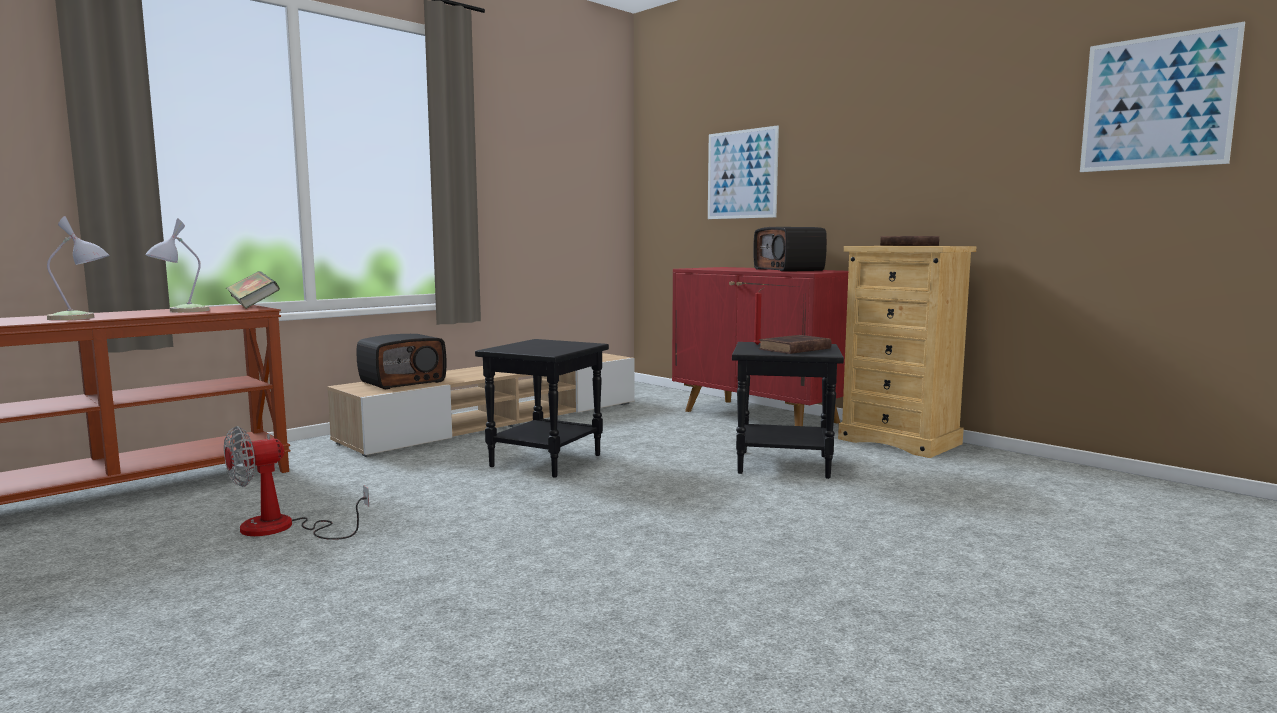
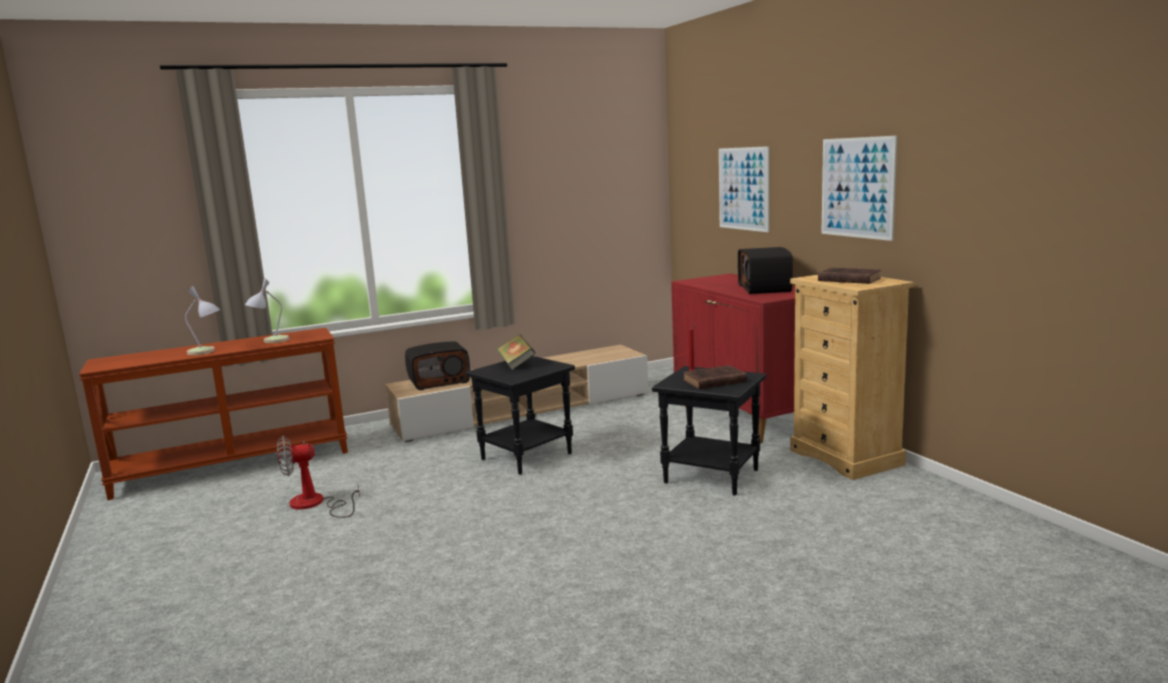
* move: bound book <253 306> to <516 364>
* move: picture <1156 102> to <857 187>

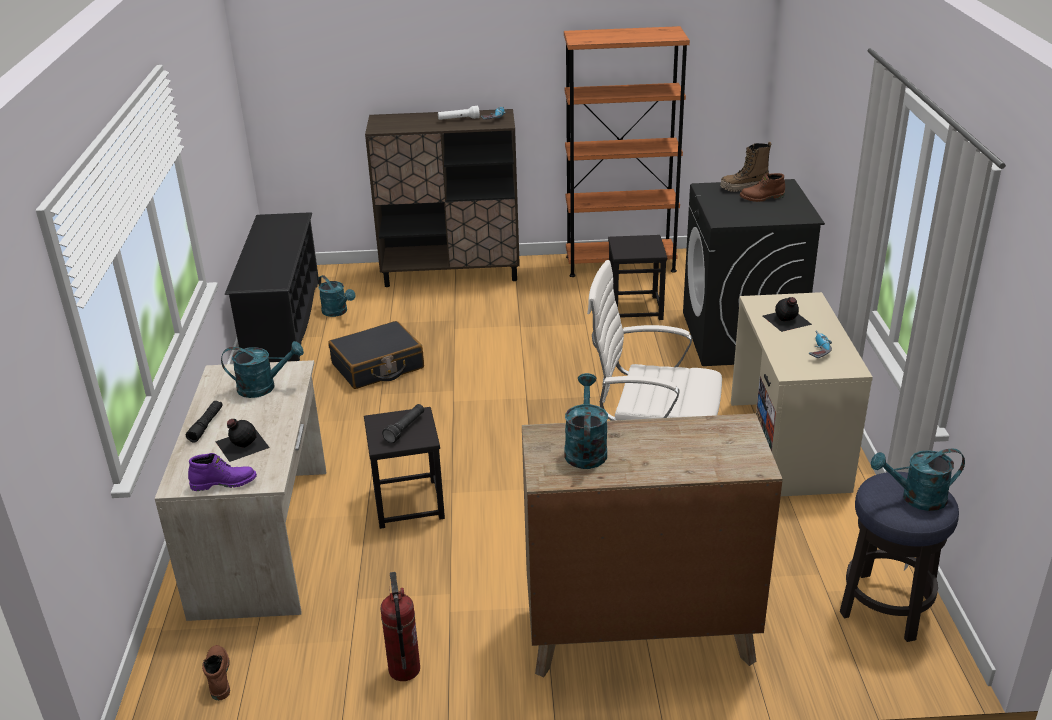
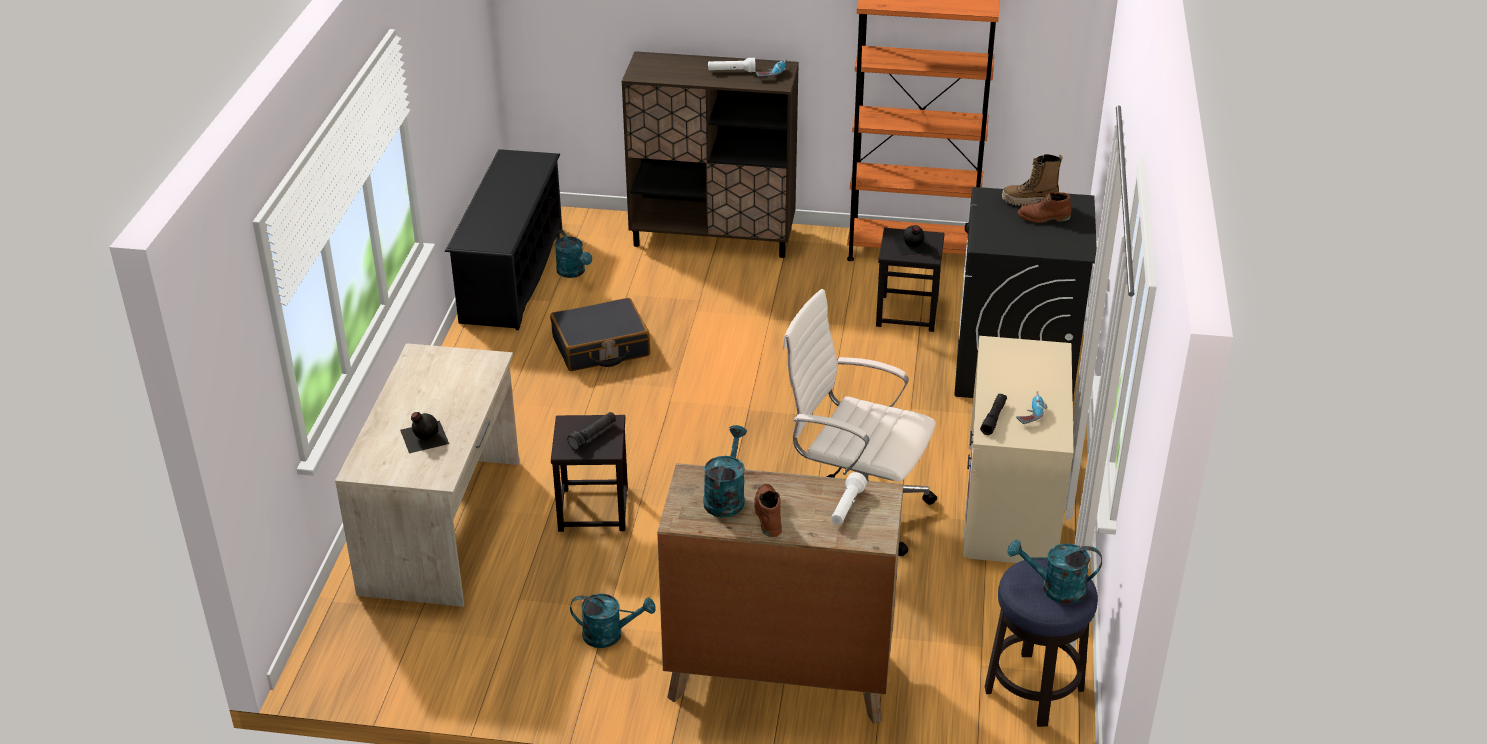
* move: blue-green watering can <263 387> to <610 635>
* move: brown high-top boot <217 676> to <767 515>
* insert: white-coloured hand torch <847 507>
* move: black-coloured drink bottle <786 320> to <913 246>
* move: black-coloured hand torch <206 425> to <993 418>
* delete: purplish high-top boot <224 482>
* delete: extinguisher <403 669>

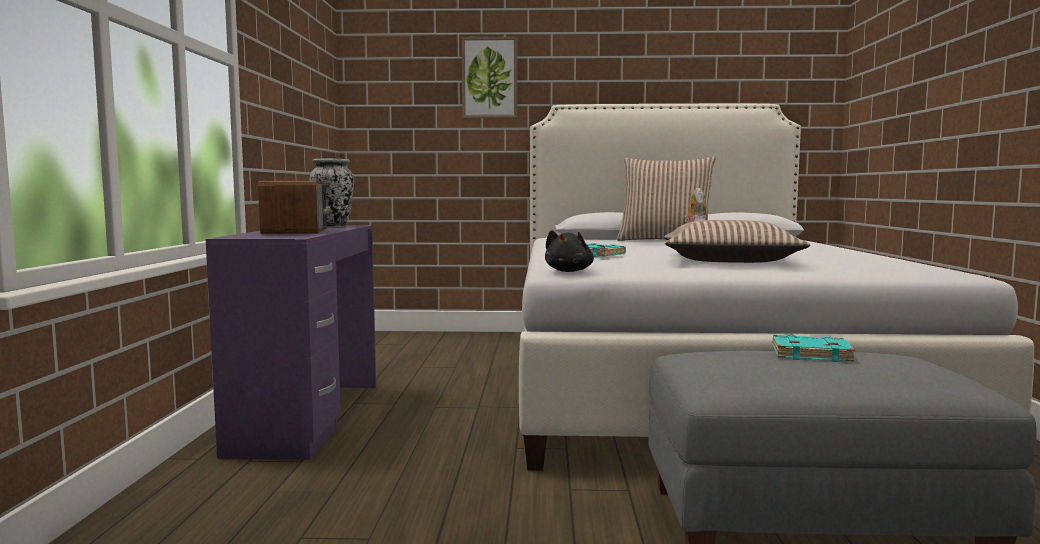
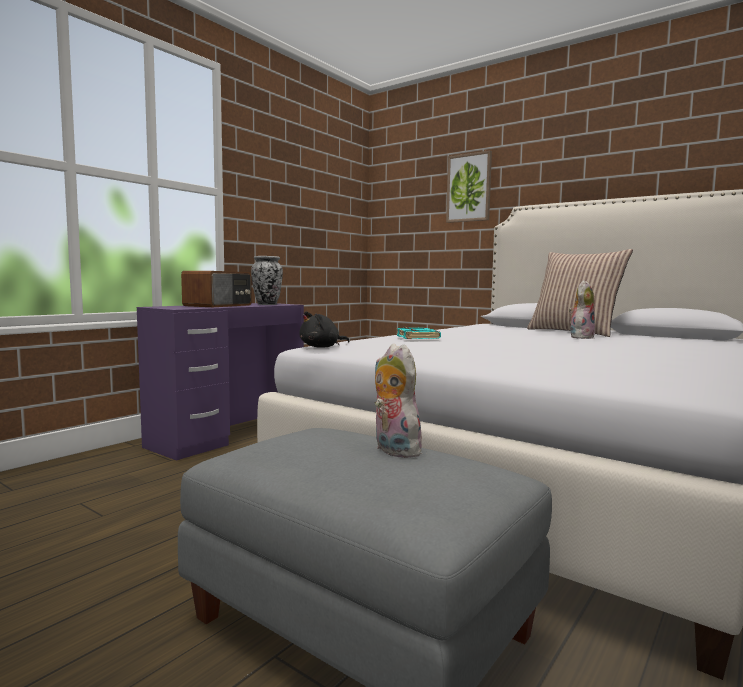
* replace: blue-green bound book <811 354> to soft toy <393 450>
* delete: cushion <728 261>

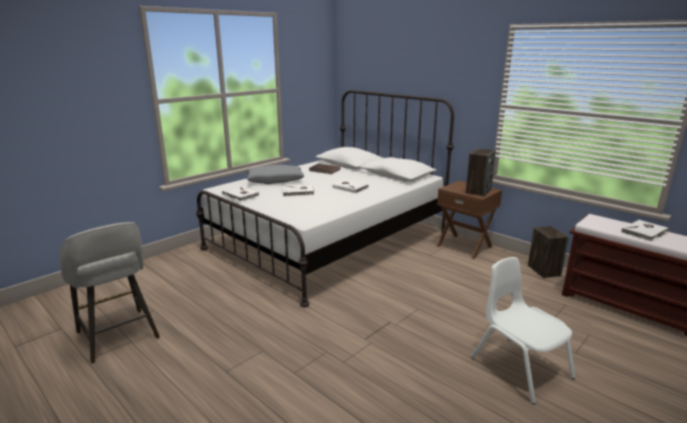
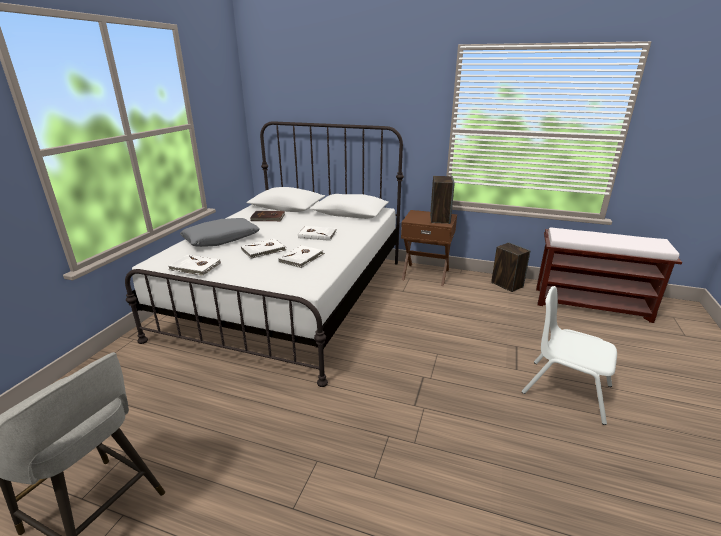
* move: white-coloured bound book <645 232> to <302 258>

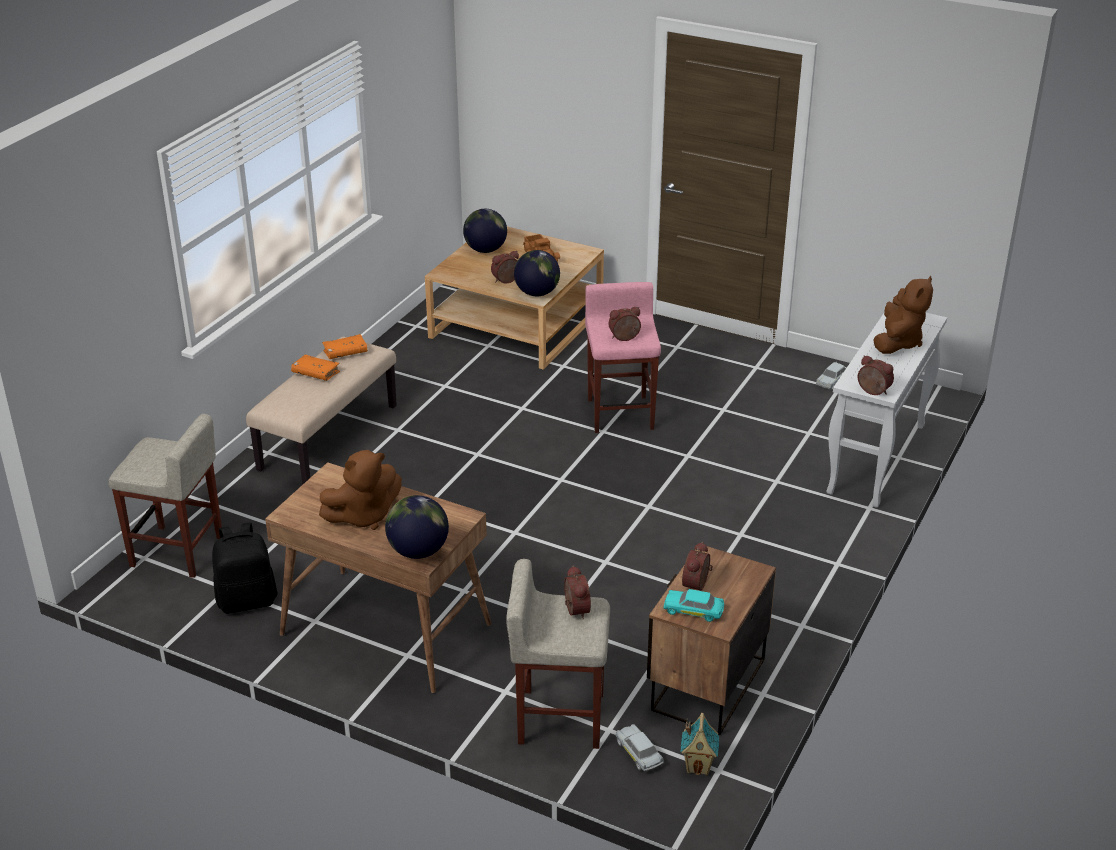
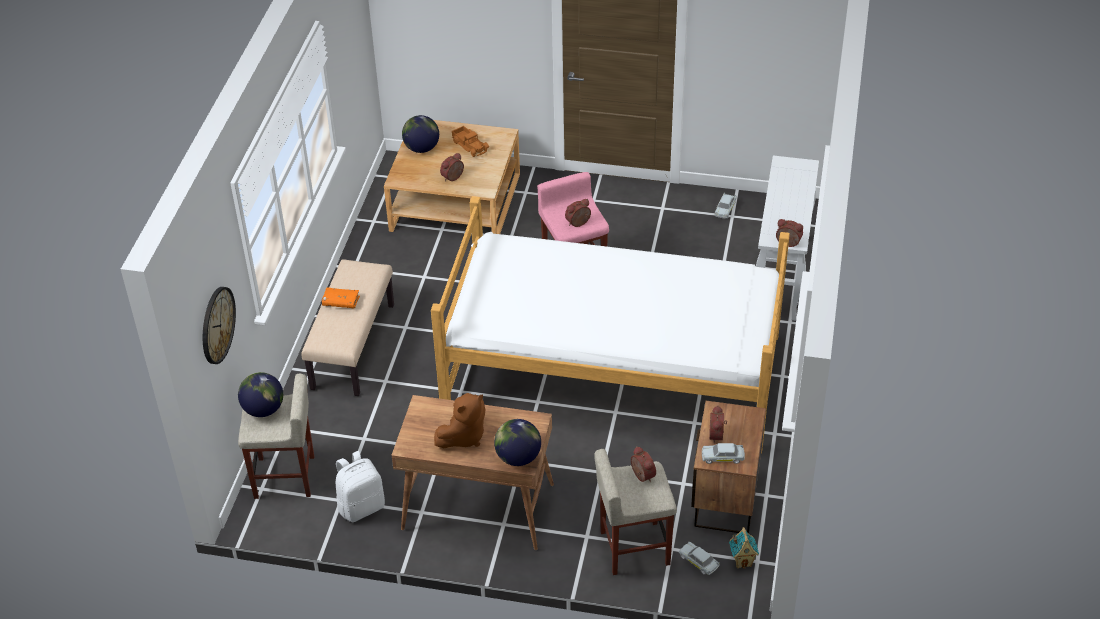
* insert: clock on the wall <217 325>
* move: globe <537 293> to <263 409>
* recolor: black-coloured backpack <247 600> to white-coloured backpack <361 506>
* insert: sleeping bed <613 372>
* recolor: blue-green toy car <693 611> to white-coloured toy car <723 457>
* delete: orange-coloured bound book <345 352>
* delete: brown soft toy <898 342>

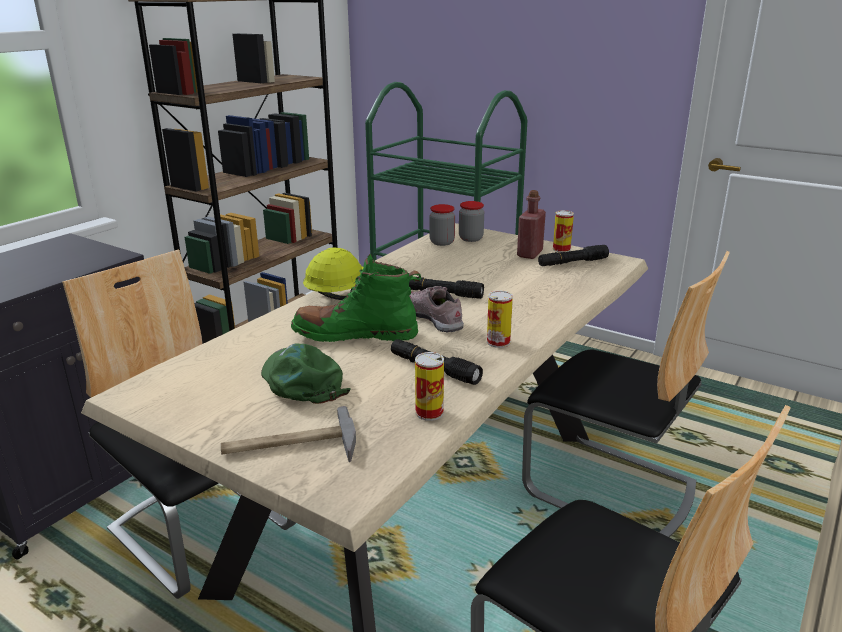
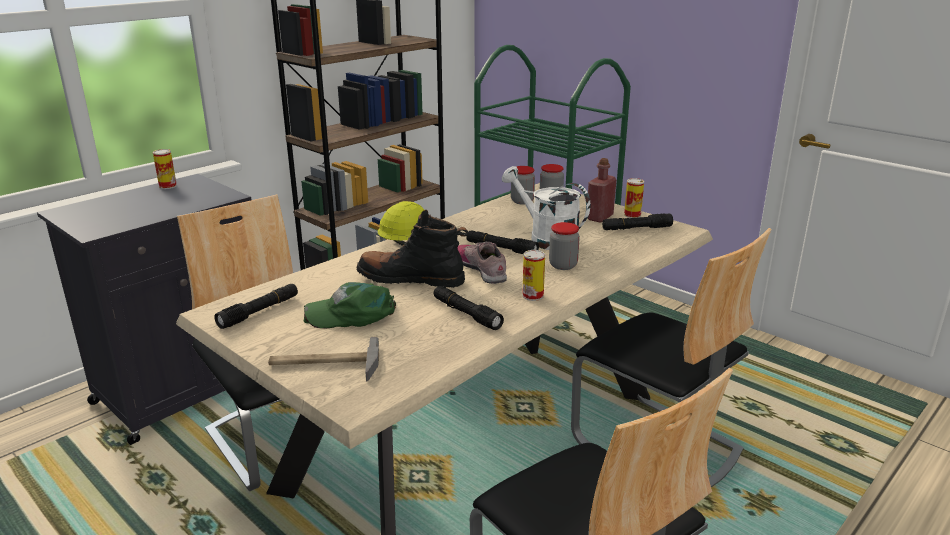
* move: can <429 412> to <168 186>
* insert: black-coloured hand torch <259 312>
* rotate: greenish peaked cap <302 381> = <352 314> 75 degrees counterclockwise
* recolor: greenish high-top boot <355 335> to black-coloured high-top boot <411 279>
* insert: white-coloured watering can <546 238>
* insert: jar <563 265>

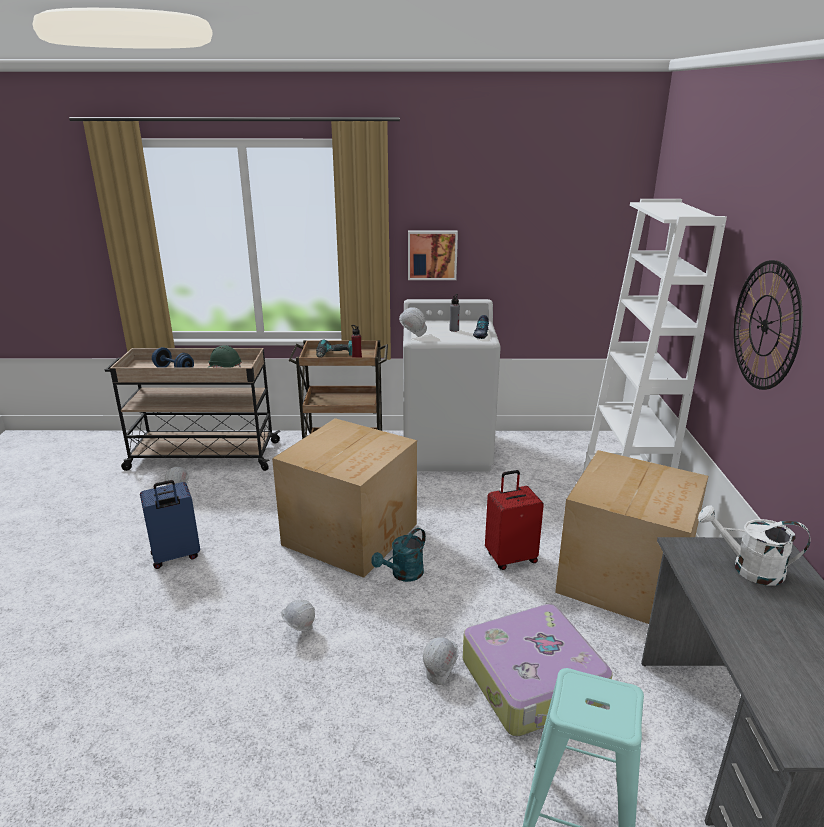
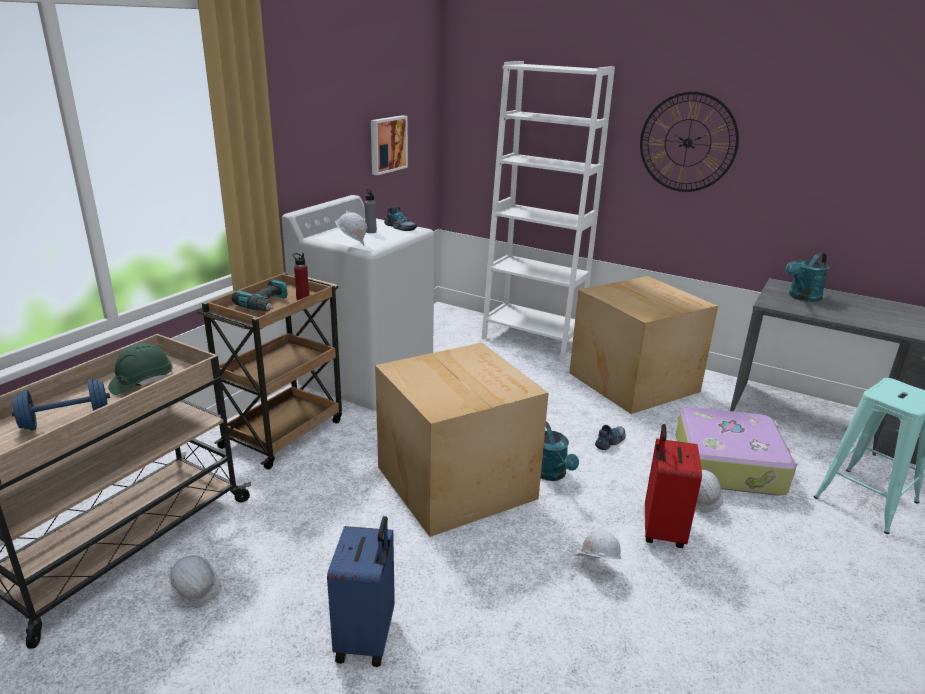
* move: picture <432 255> to <387 144>
* insert: item of footwear <610 441>
* move: red-coloured suitcase <510 557> to <661 530>
* recolor: white-coloured watering can <748 569> to blue-green watering can <802 297>

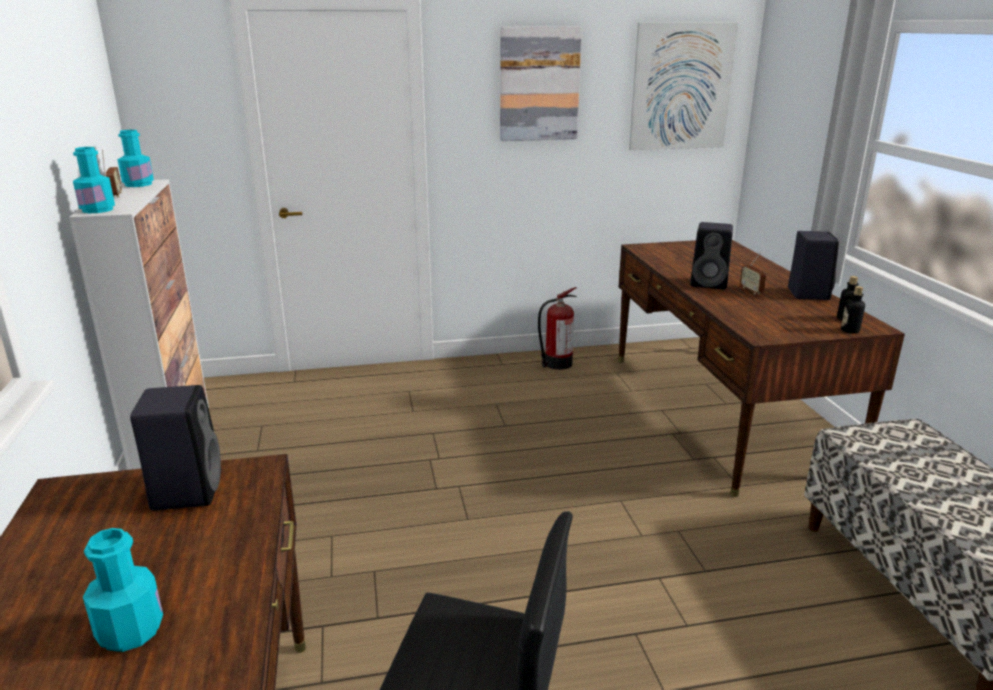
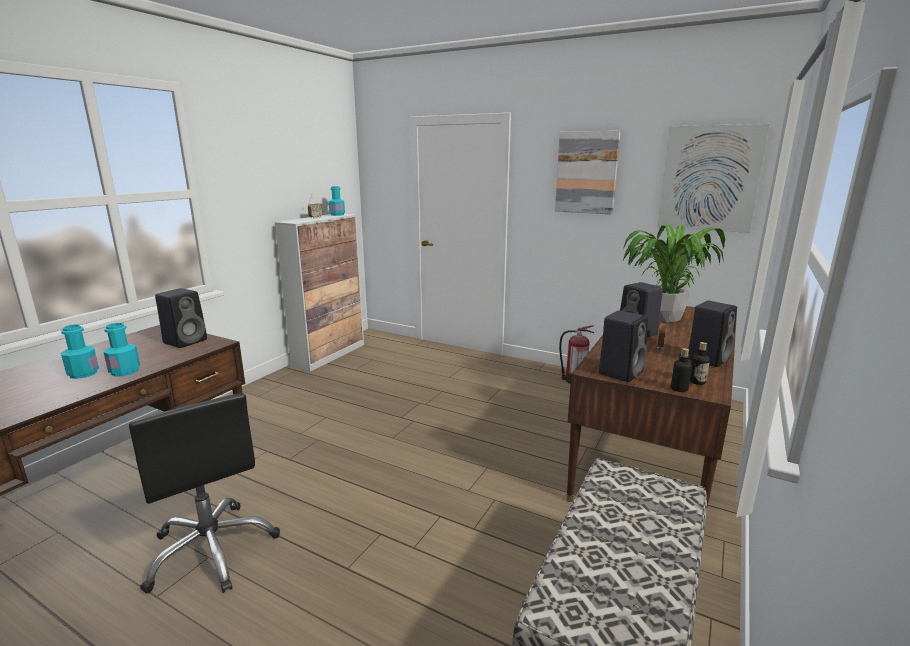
* move: blue-green drink bottle <98 210> to <125 371>
* insert: black-coloured loudspeaker <621 372>
* insert: plant in a pot <662 316>

